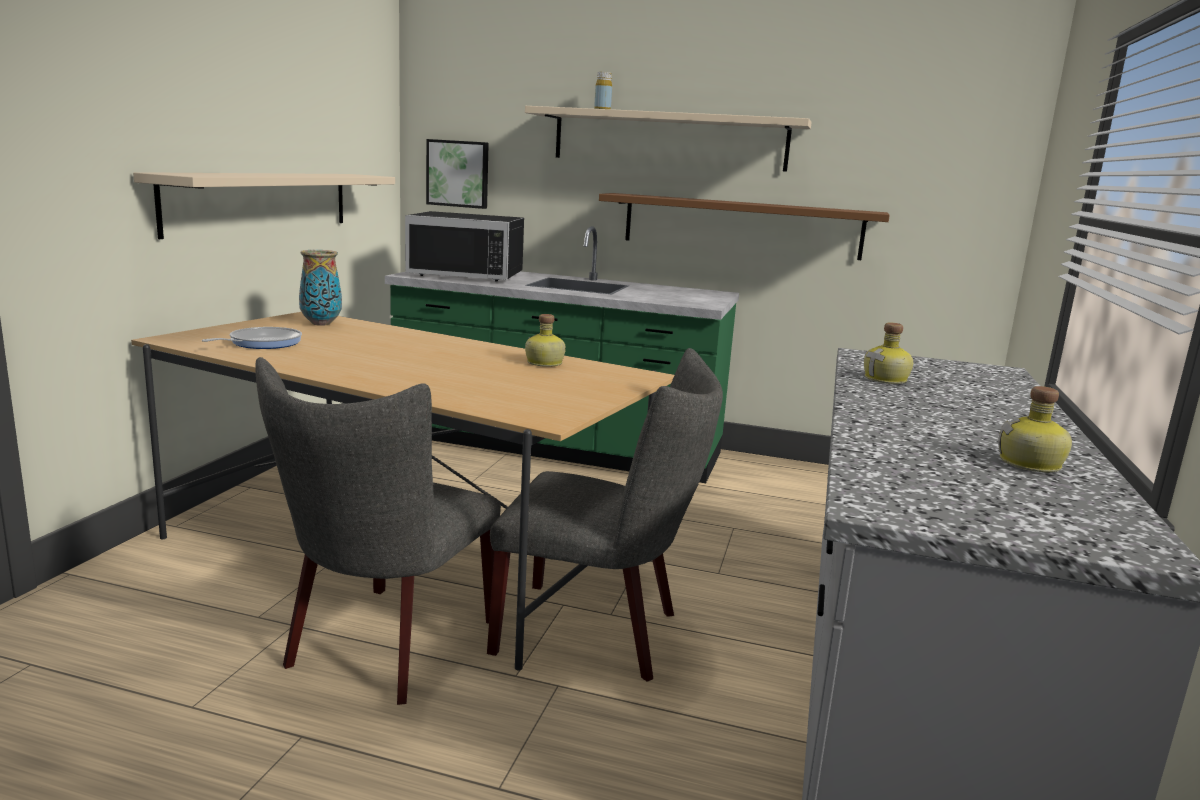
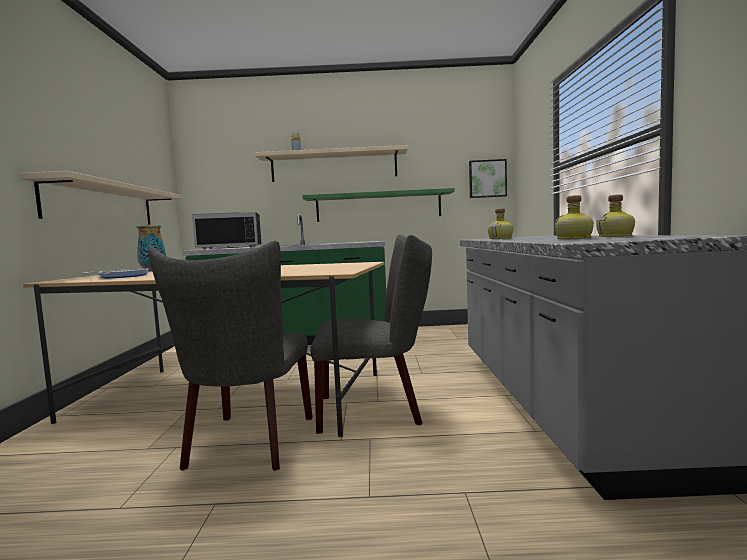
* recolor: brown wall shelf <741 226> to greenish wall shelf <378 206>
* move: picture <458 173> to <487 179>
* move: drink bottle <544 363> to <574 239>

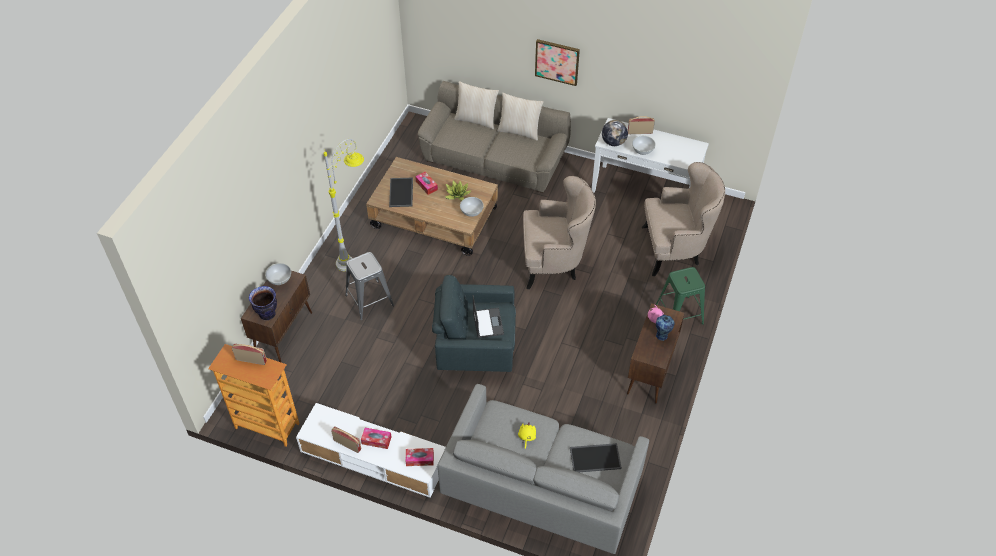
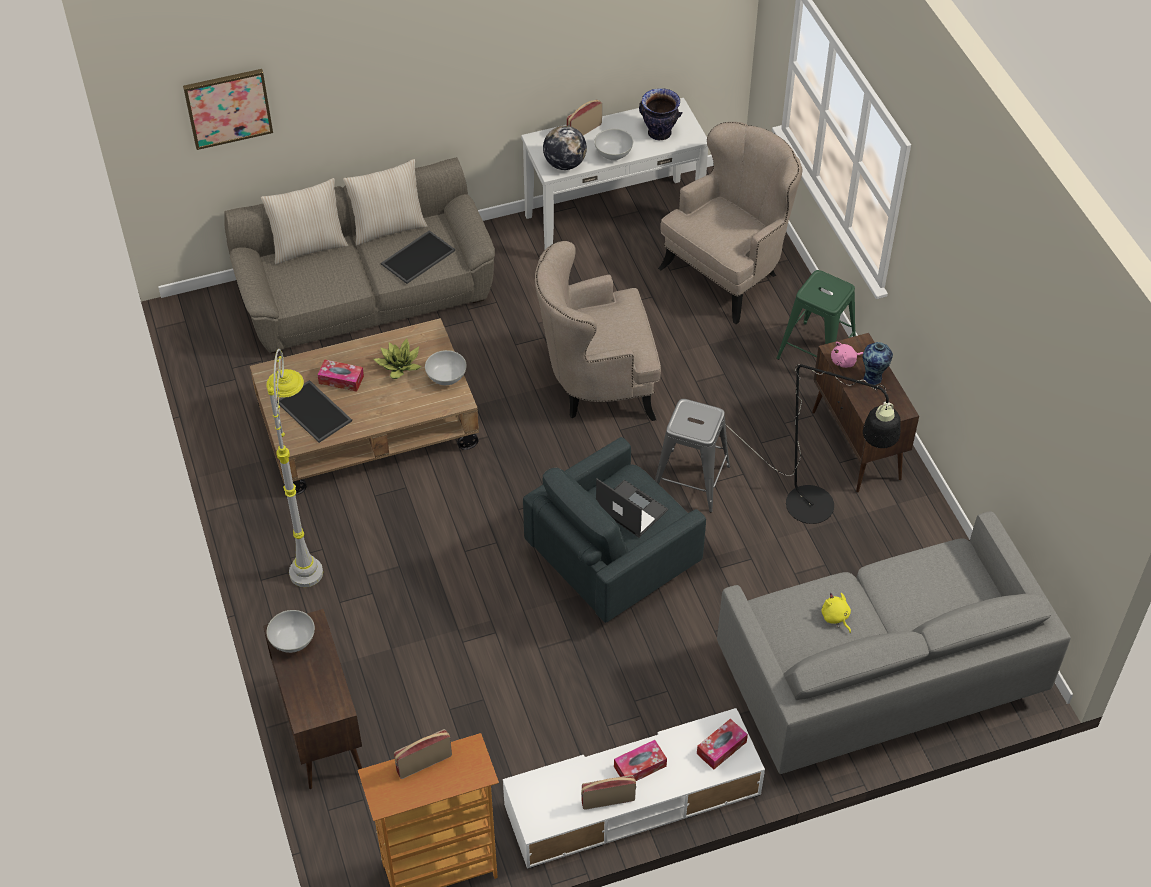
* move: picture <557 61> to <228 108>
* move: carrying tray <595 457> to <418 256>
* rotate: sand-coloured armchair <554 263> = <596 385> 150 degrees counterclockwise
* move: decorative vase <267 314> to <659 133>
* move: gray stool seat <370 300> to <691 480>
* insert: black-coloured floor lamp <819 512>

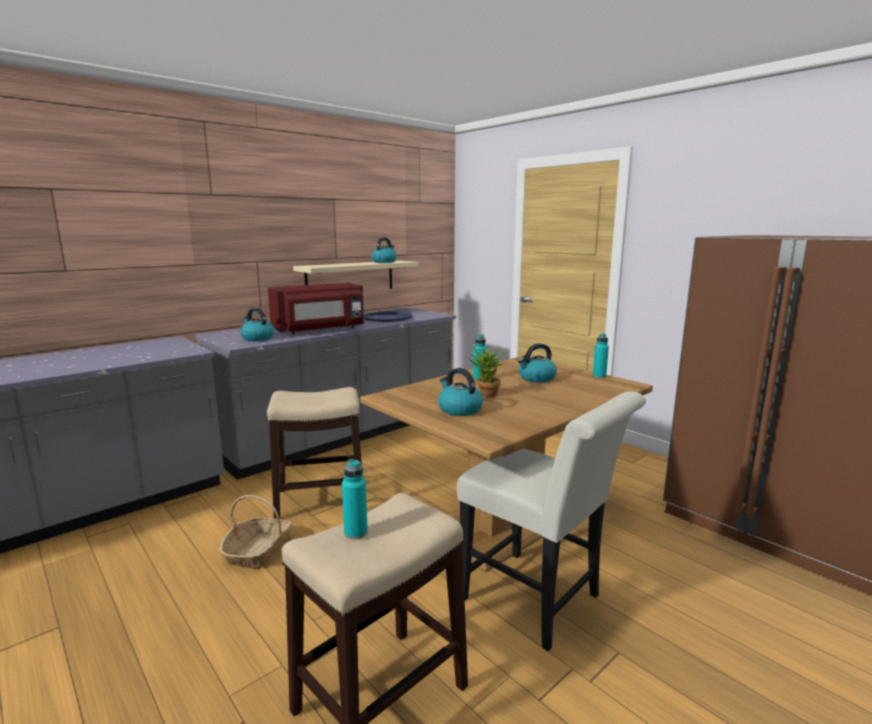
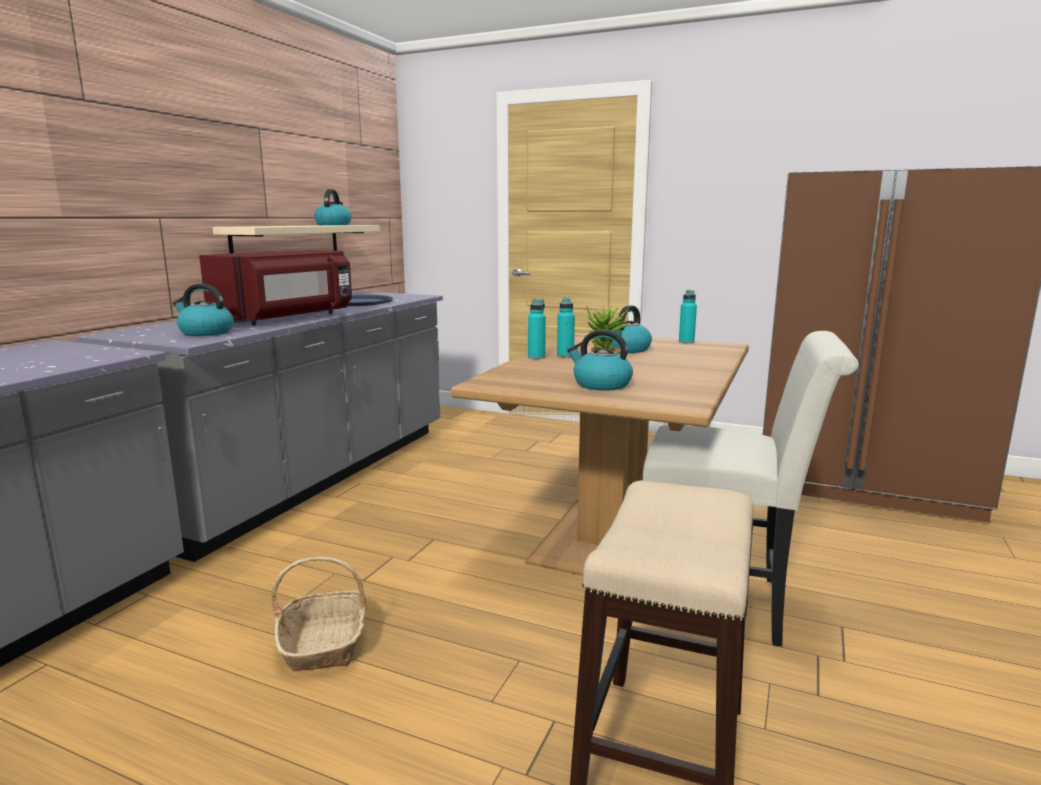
* move: blue-green drink bottle <356 532> to <536 357>
* delete: stool seat <319 500>

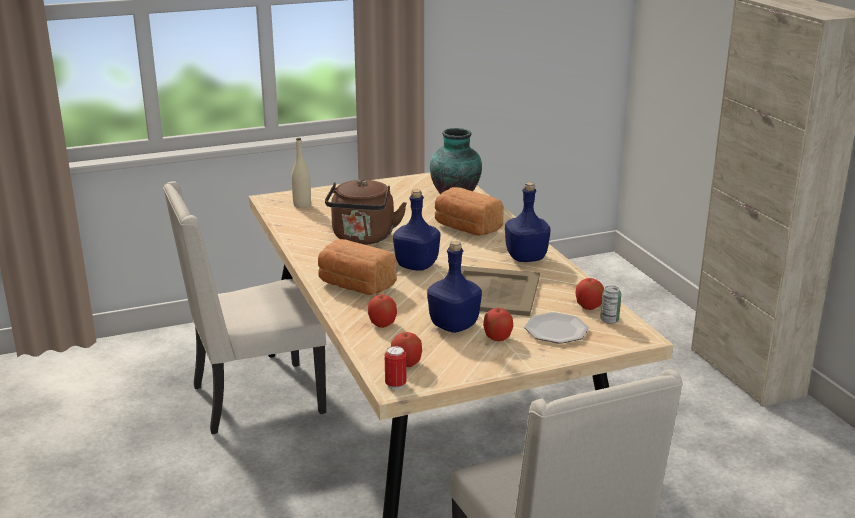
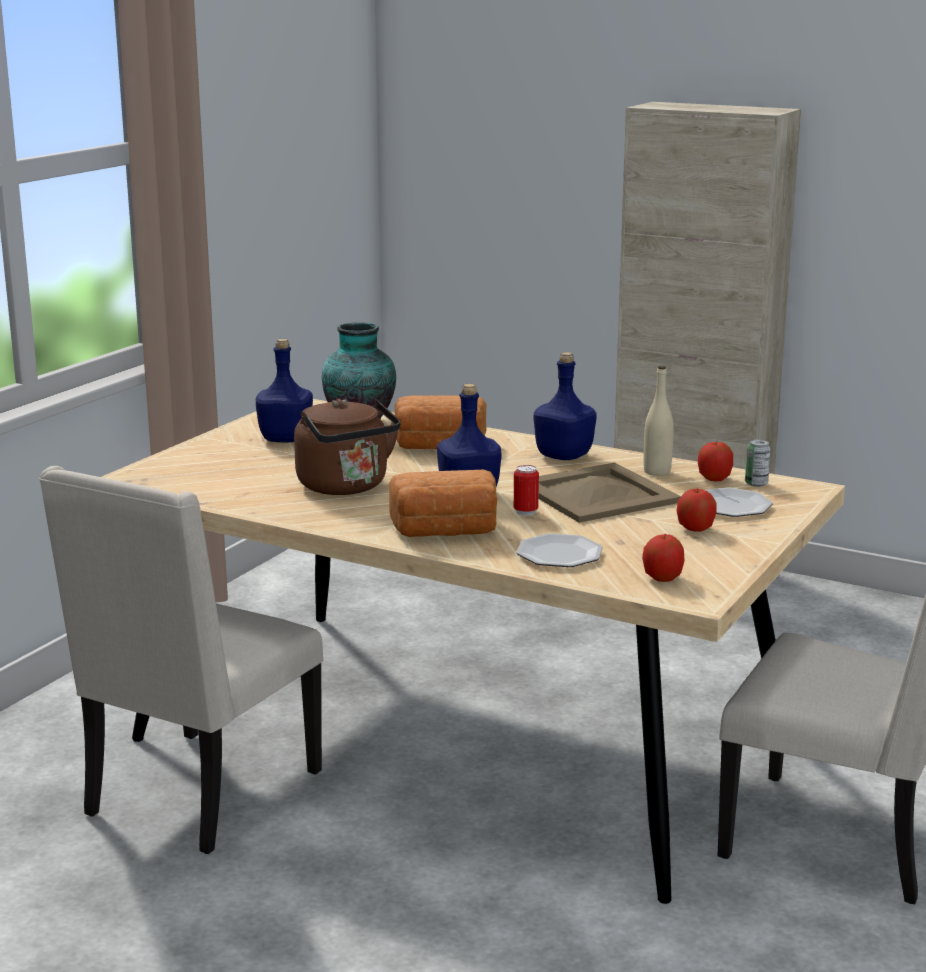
* move: bluish drink bottle <453 326> to <286 439>
* move: can <395 385> to <525 512>
* replace: apple fruit <382 324> to dinner plate <558 554>
* move: sand-coloured drink bottle <302 205> to <657 472>

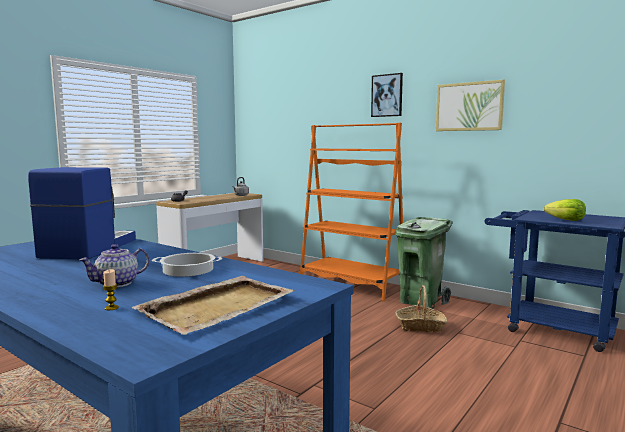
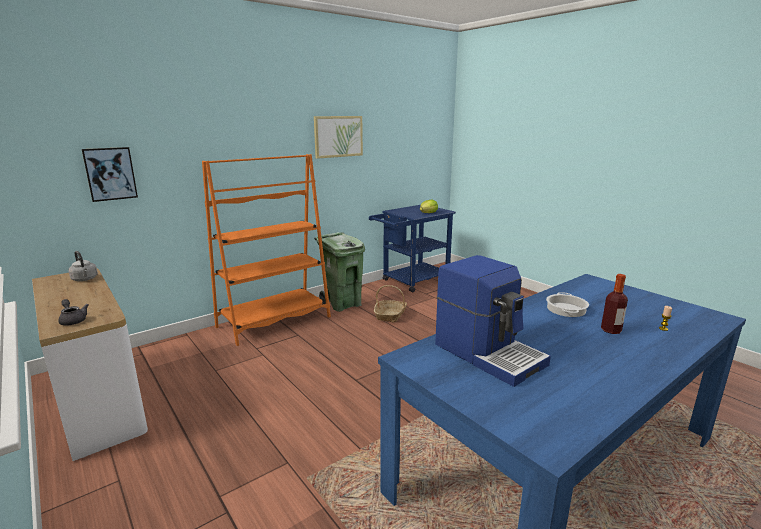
* move: picture <387 95> to <110 174>
* rotate: coffee machine <87 248> = <489 353> 150 degrees counterclockwise
* replace: pot for tea <117 283> to drink bottle <611 330>
* delete: sand-coloured carrying tray <219 306>

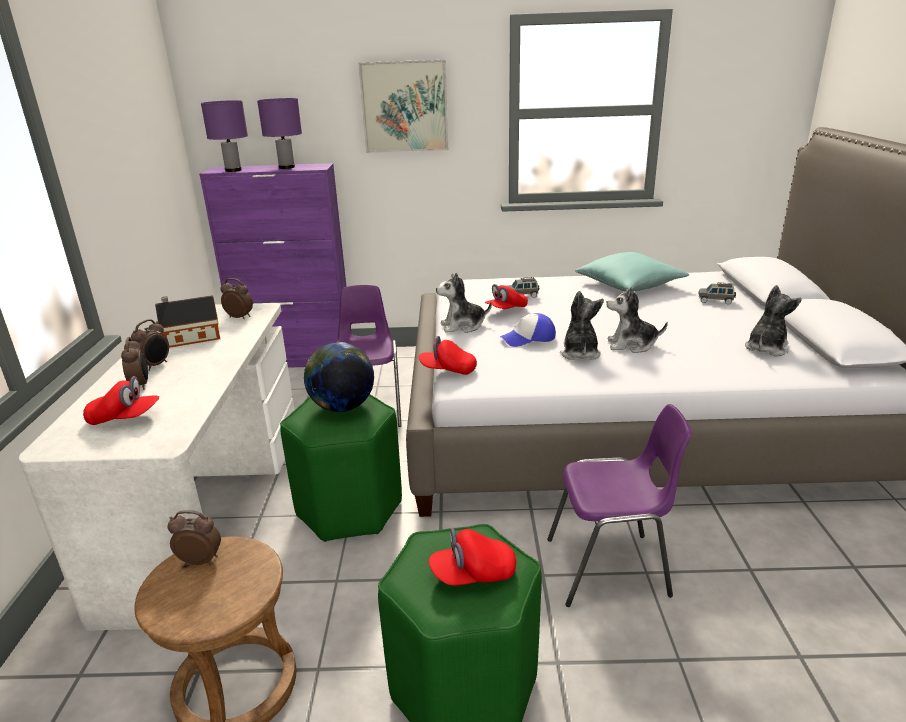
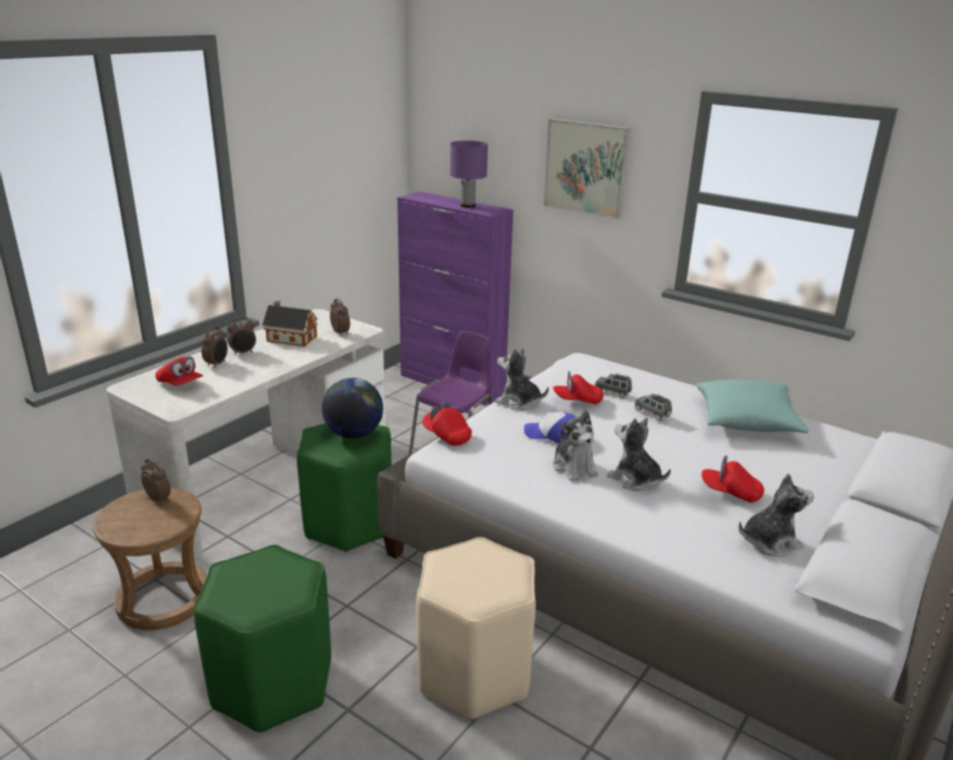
* replace: purplish plain chair <610 568> to sand-coloured stool seat <473 673>
* rotate: soft toy <579 353> = <574 467> 120 degrees clockwise
* move: gray toy car <715 301> to <652 413>
* move: red-coloured peaked cap <473 574> to <730 492>
* delete: purplish lamp for a table <233 170>

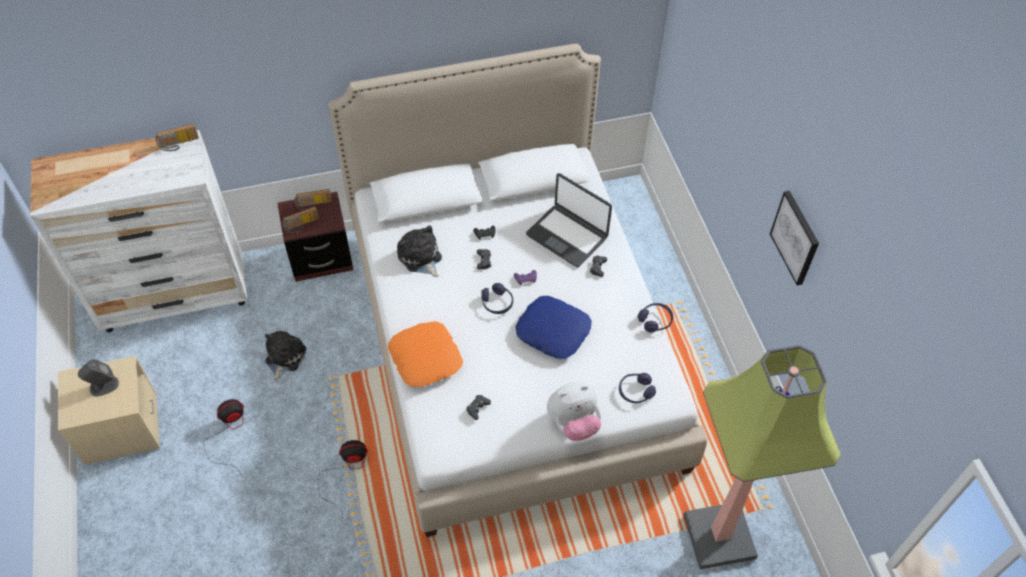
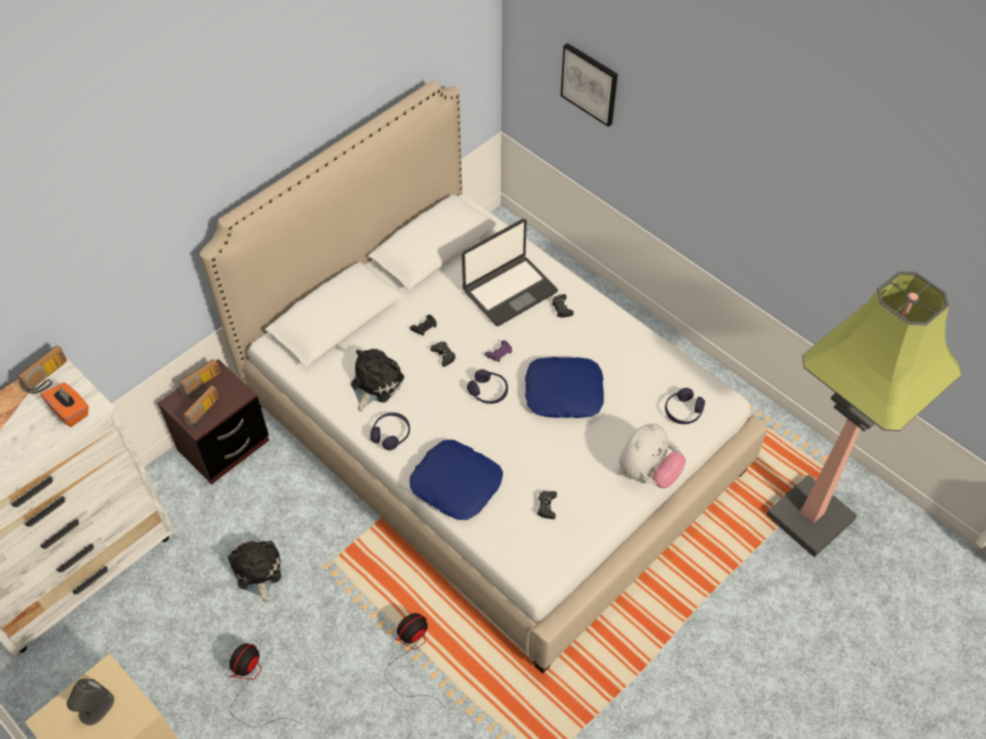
* insert: orange-coloured tissue holder <70 411>
* rotate: soft toy <420 258> = <375 384> 90 degrees clockwise
* move: purplish headphones <655 321> to <391 434>
* recolor: orange-coloured cushion <426 358> to bluish cushion <456 484>
* rotate: portable computer <567 236> = <509 291> 45 degrees counterclockwise
* move: picture <796 237> to <590 84>

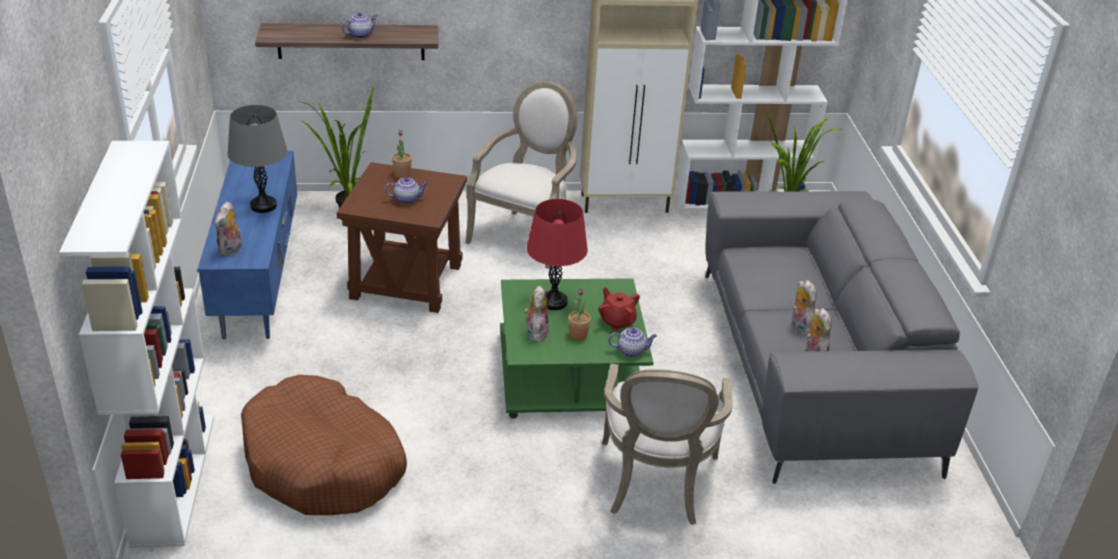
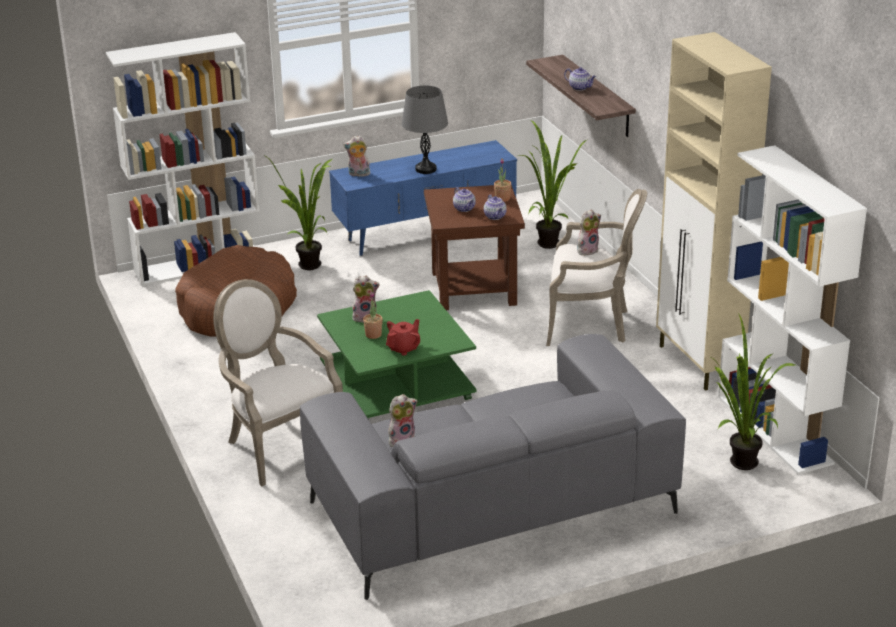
* rotate: armchair <655 486> = <278 445> 60 degrees clockwise
* insert: plant in a pot <311 268>
* move: pot for tea <631 351> to <495 217>
* move: soft toy <799 327> to <587 250>
* delete: red-coloured lamp for a table <554 302>

